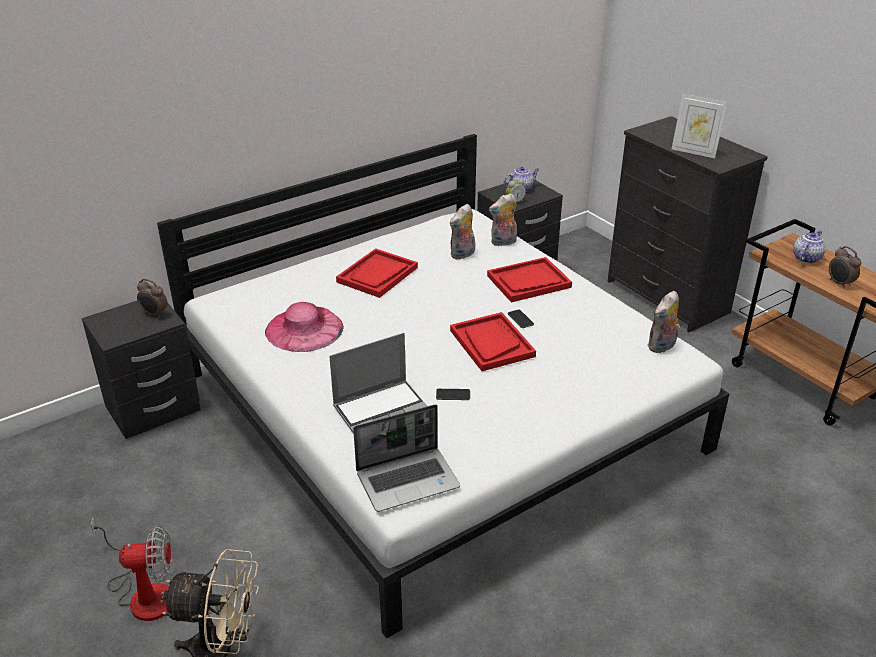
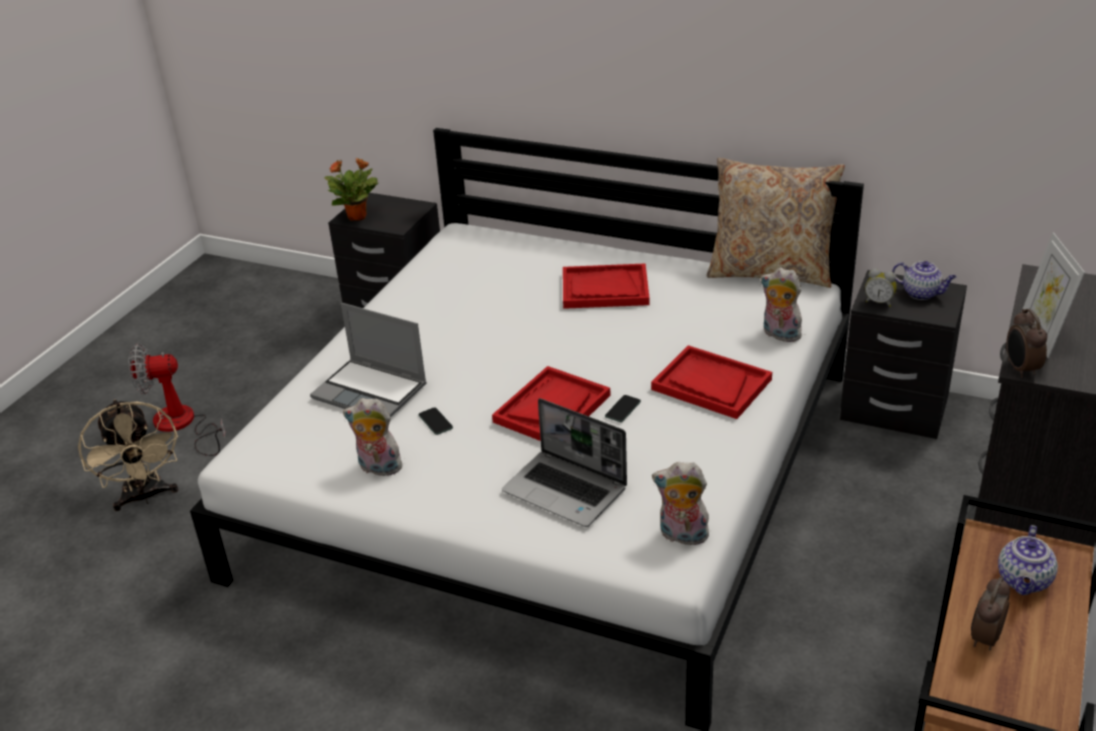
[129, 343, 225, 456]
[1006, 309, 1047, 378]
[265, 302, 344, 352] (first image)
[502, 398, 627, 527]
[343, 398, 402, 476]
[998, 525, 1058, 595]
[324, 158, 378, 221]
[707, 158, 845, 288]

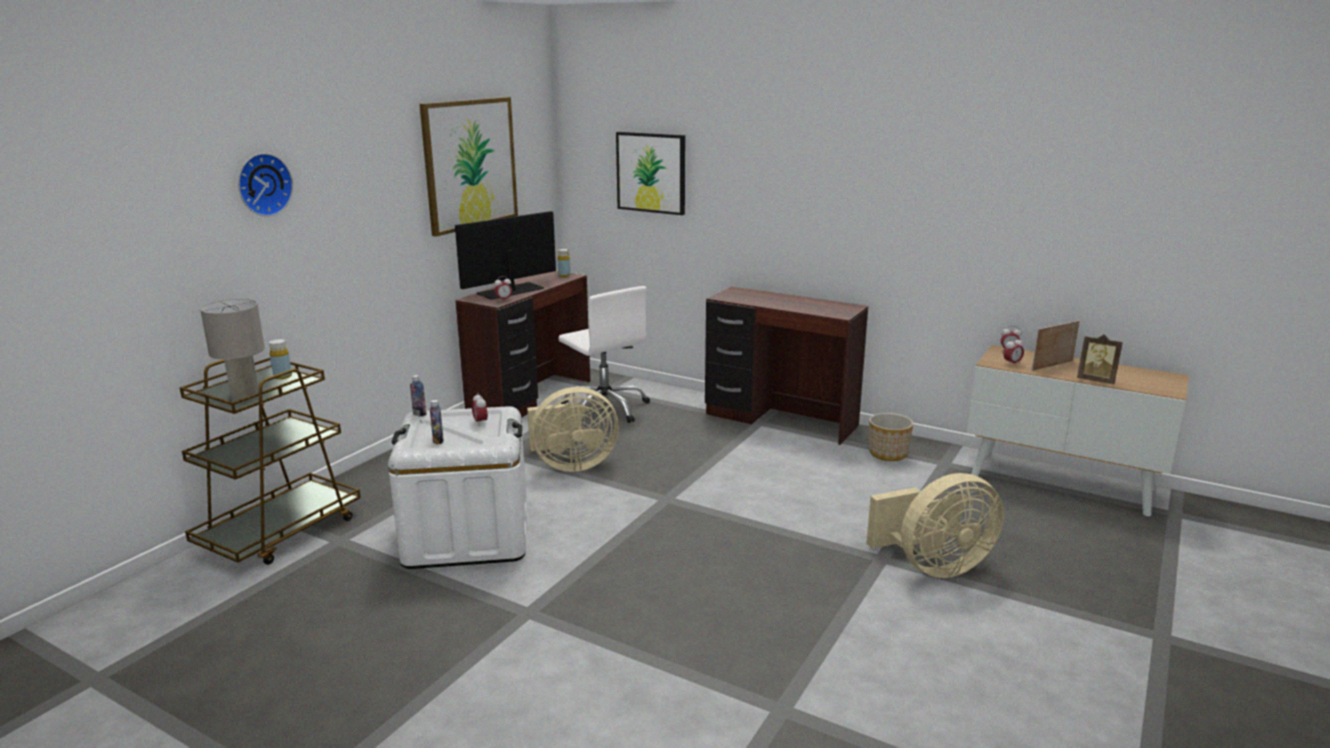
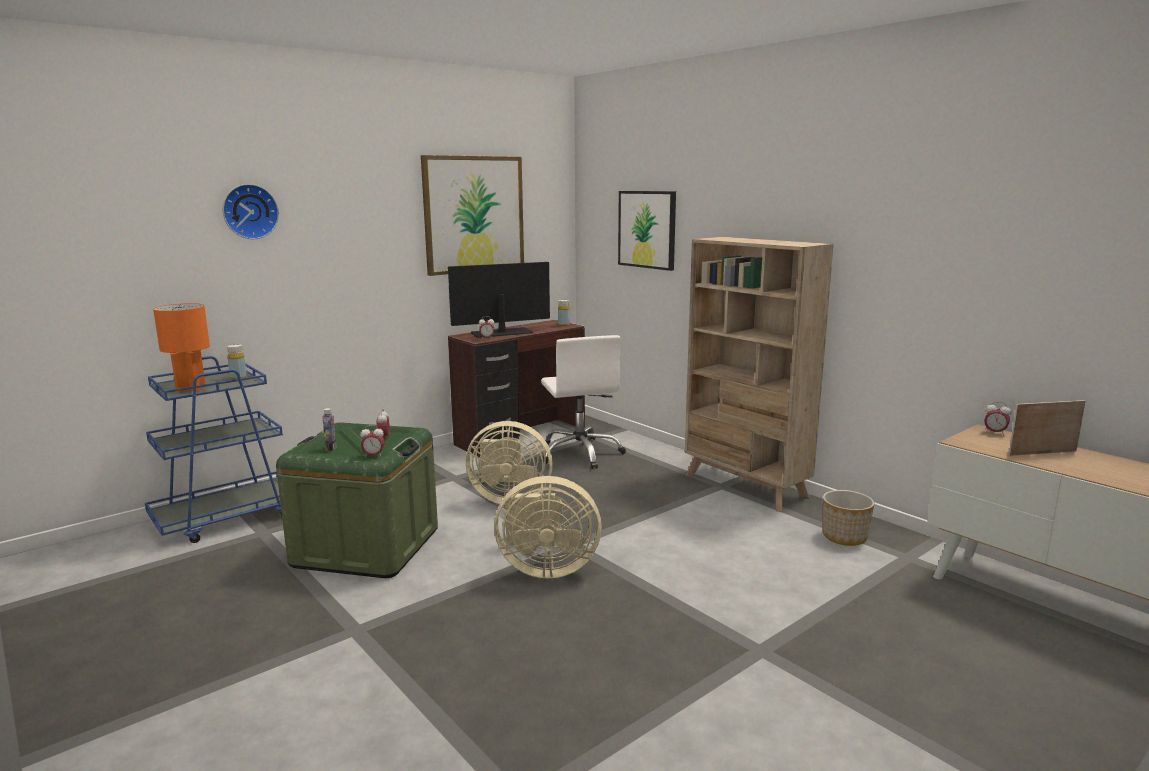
[145, 356, 283, 543]
[153, 303, 210, 393]
[276, 422, 438, 578]
[410, 375, 426, 416] (first image)
[685, 237, 833, 512]
[494, 476, 602, 579]
[360, 425, 385, 458]
[1077, 334, 1123, 384] (first image)

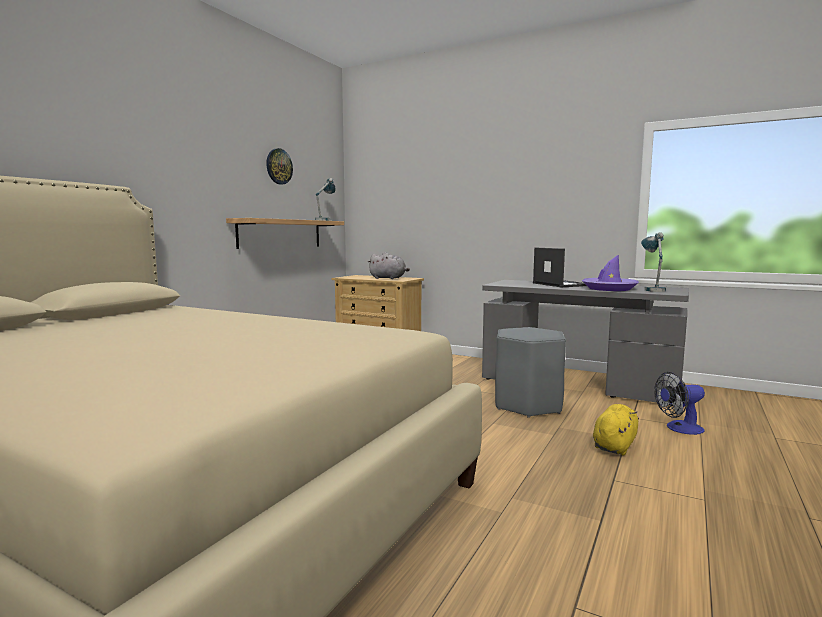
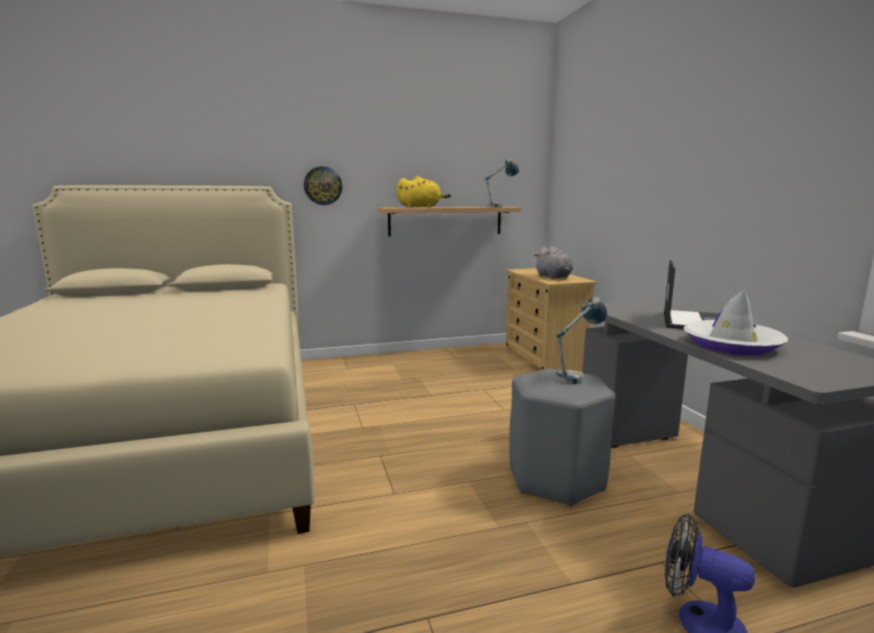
[304, 166, 342, 205]
[683, 290, 788, 355]
[396, 176, 451, 208]
[556, 297, 607, 384]

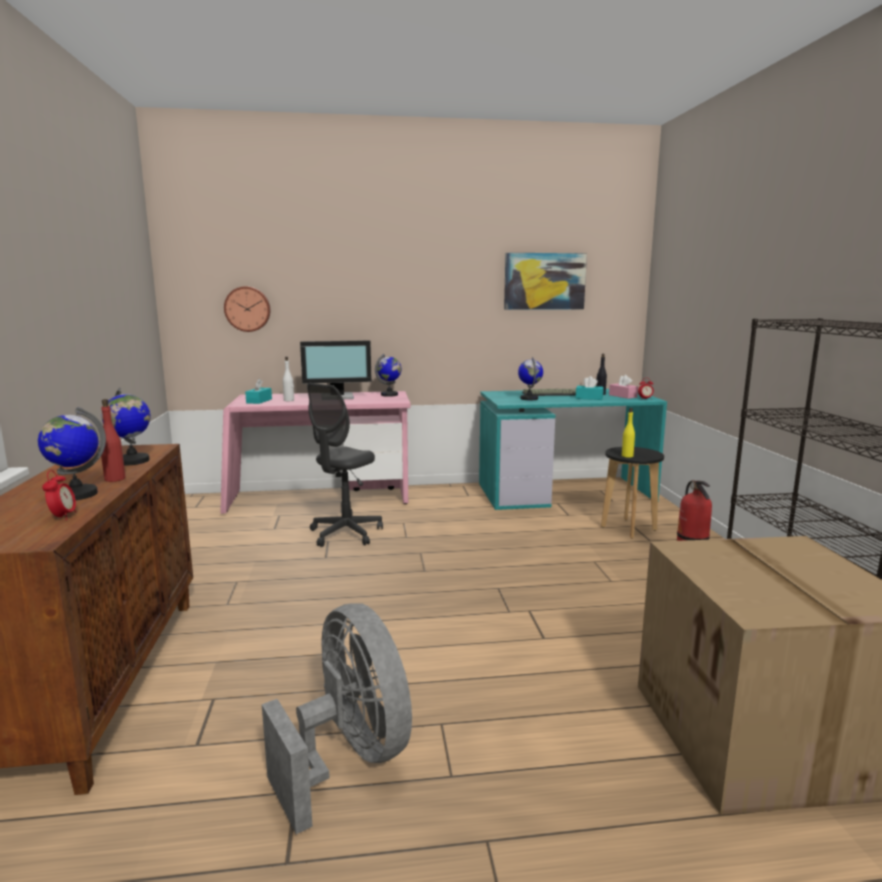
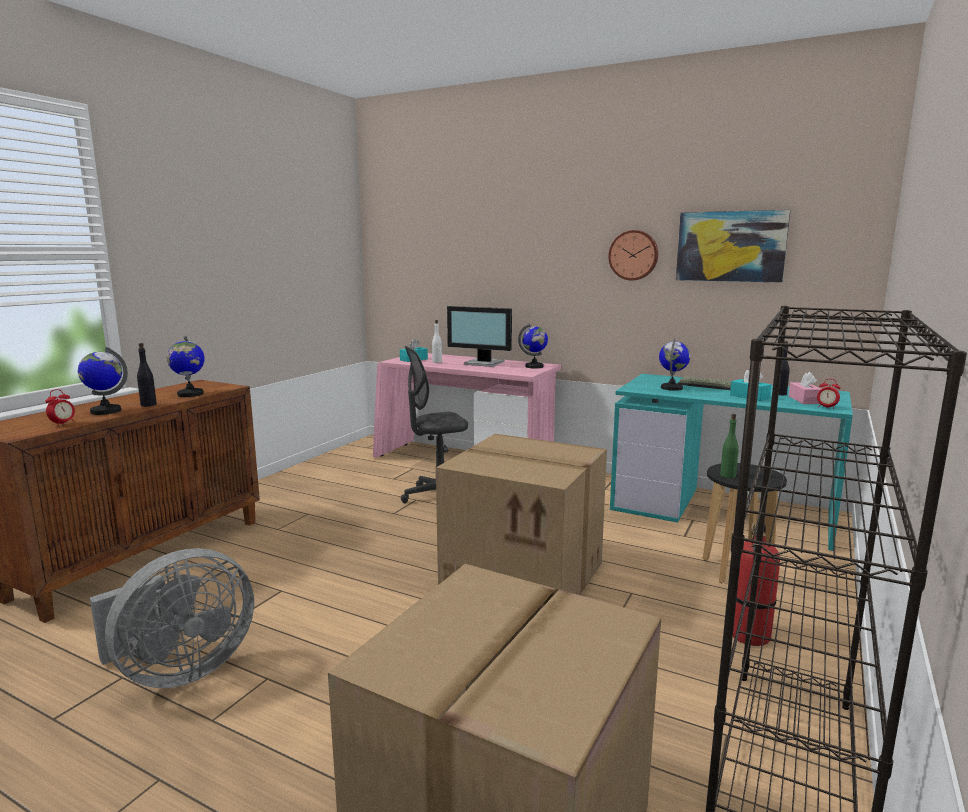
[137, 343, 157, 407]
[608, 230, 658, 280]
[90, 548, 254, 688]
[720, 414, 739, 478]
[436, 434, 607, 595]

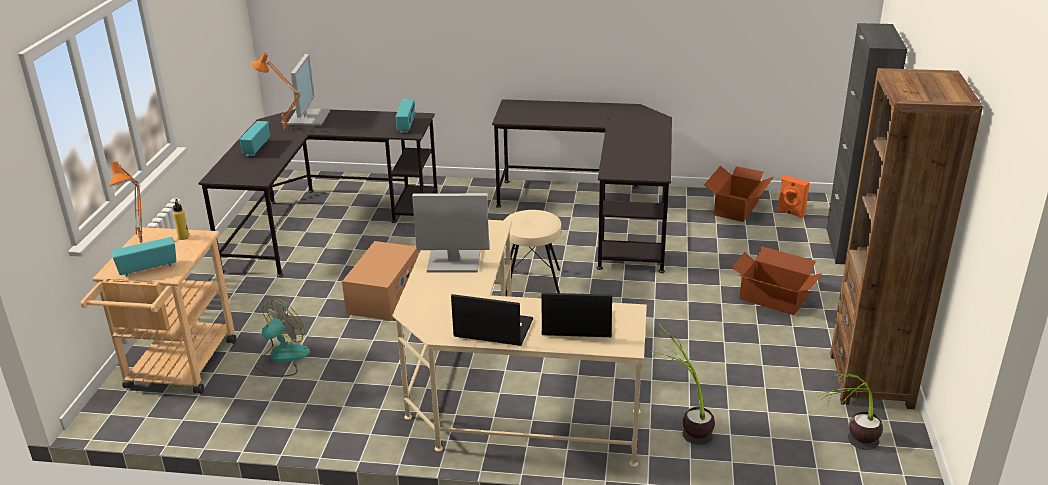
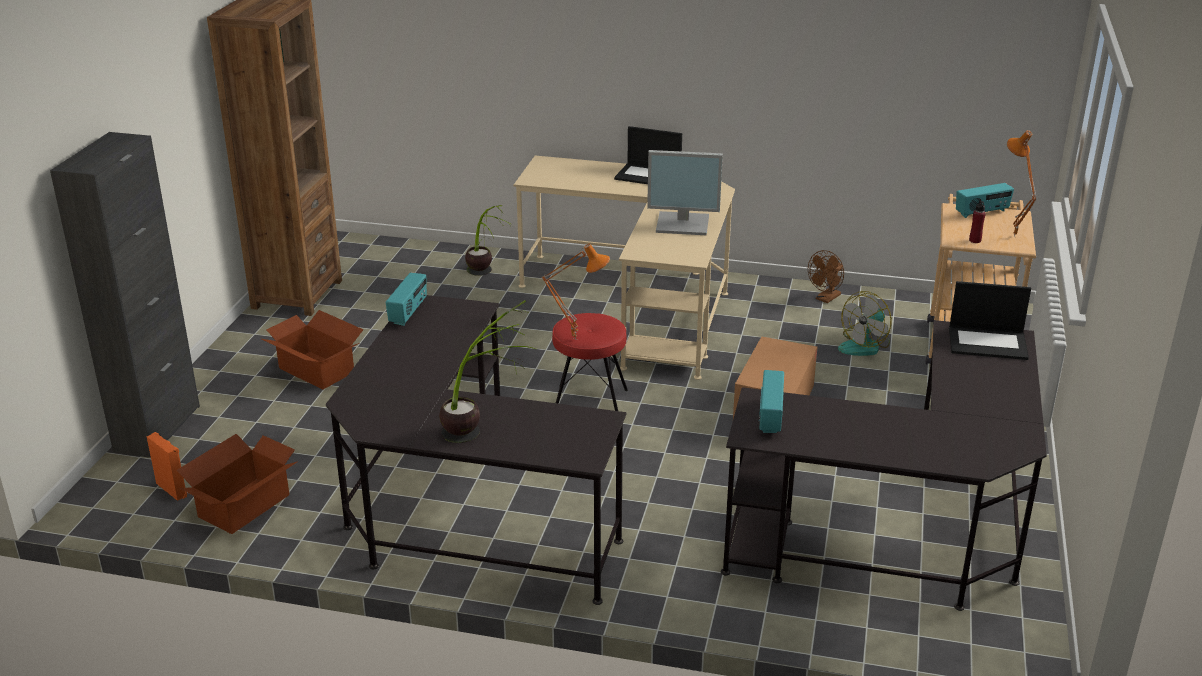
[969, 199, 986, 243]
[386, 273, 427, 326]
[541, 244, 610, 340]
[287, 54, 330, 126] (first image)
[552, 313, 628, 411]
[949, 281, 1031, 360]
[439, 300, 536, 443]
[808, 250, 844, 303]

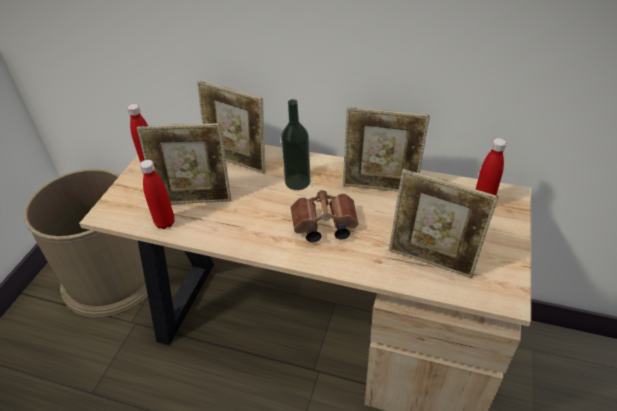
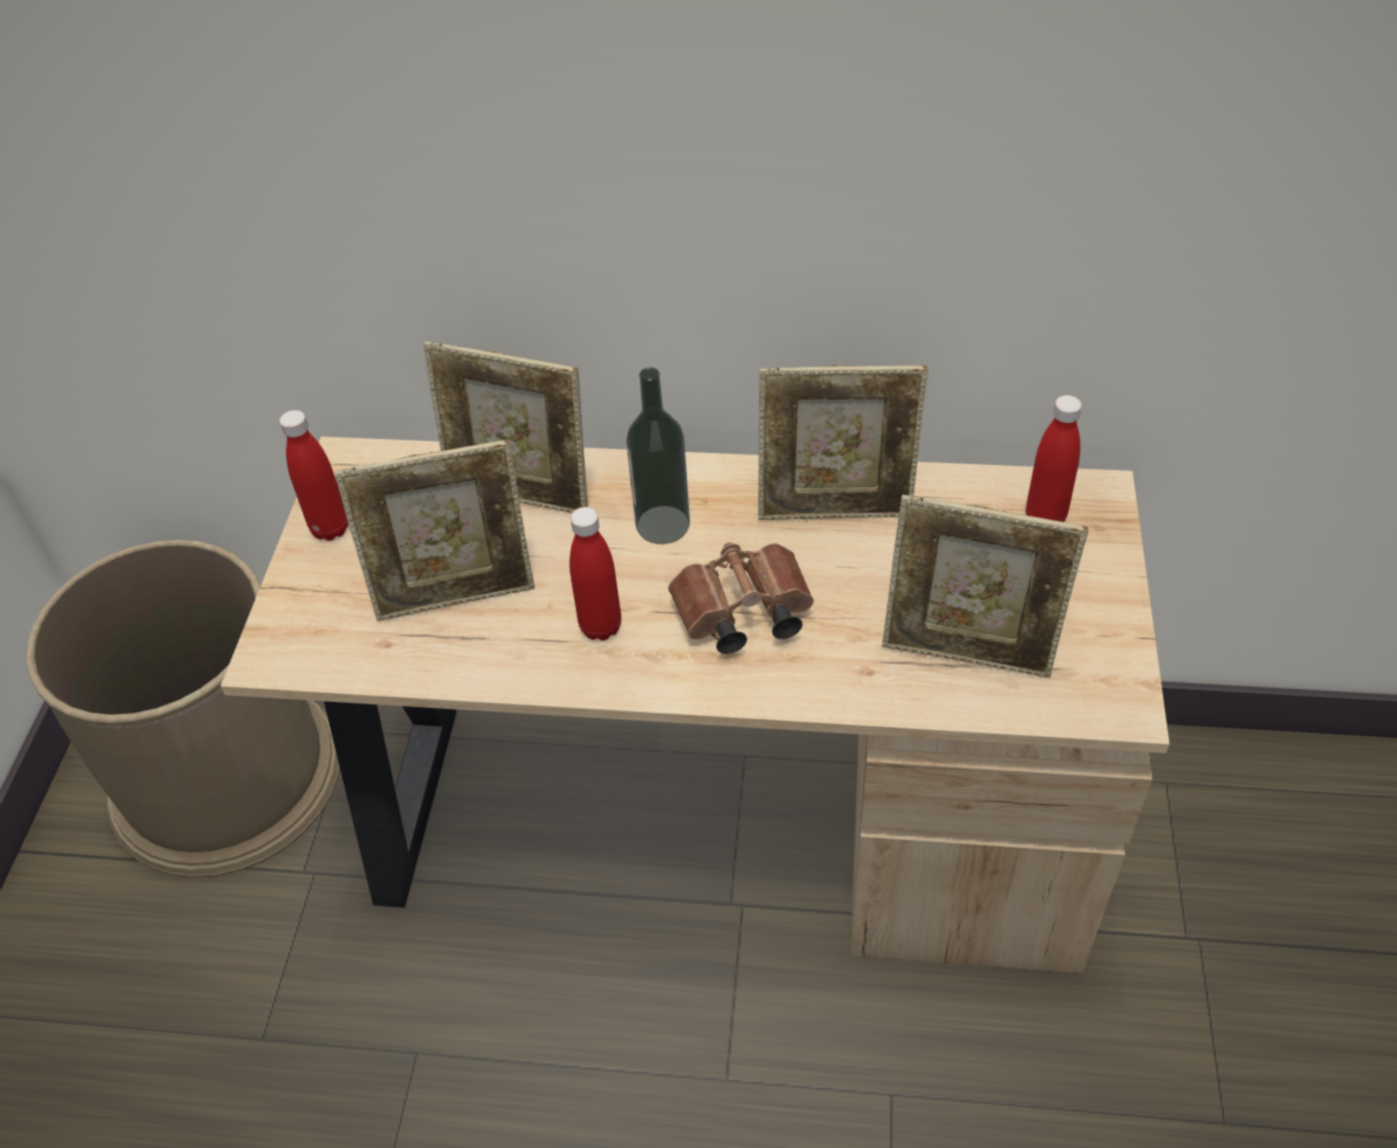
[570, 507, 621, 641]

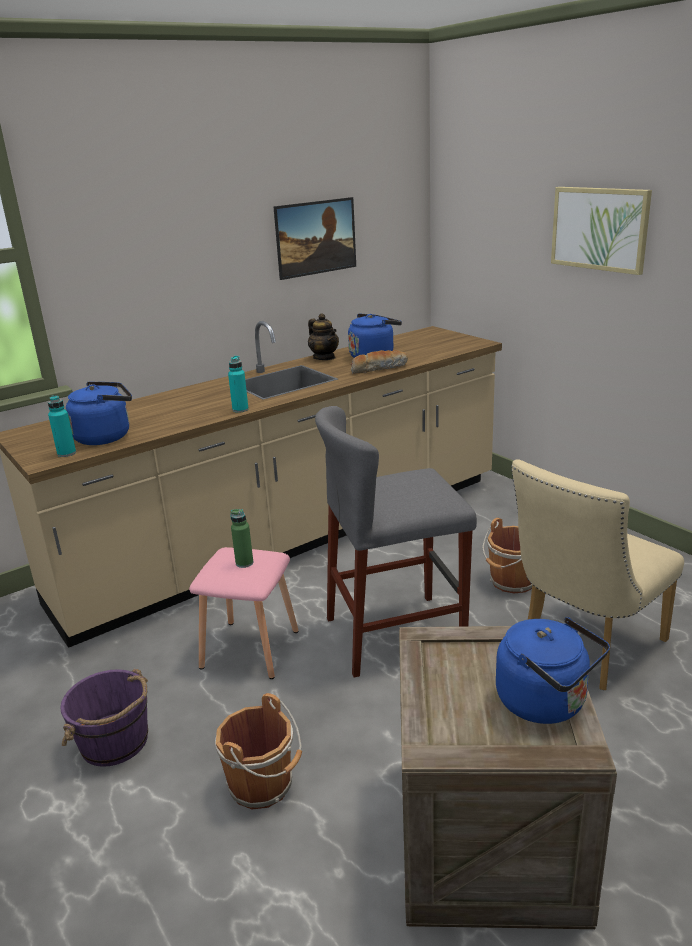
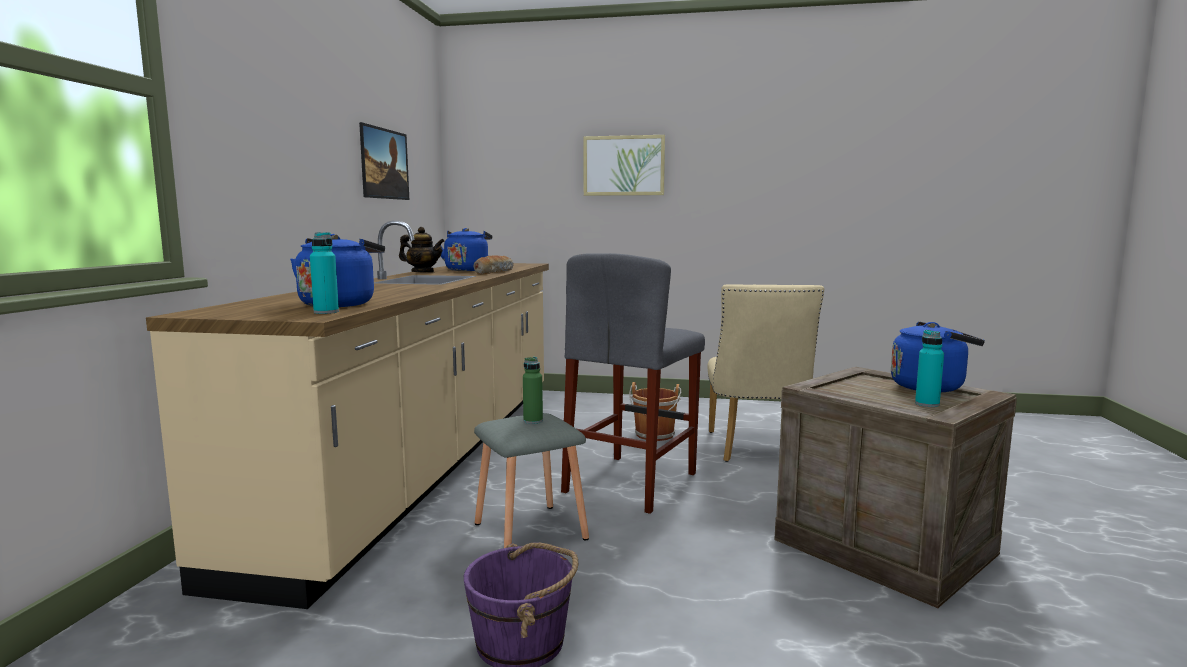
[474, 413, 589, 548]
[215, 693, 302, 809] (first image)
[915, 330, 944, 407]

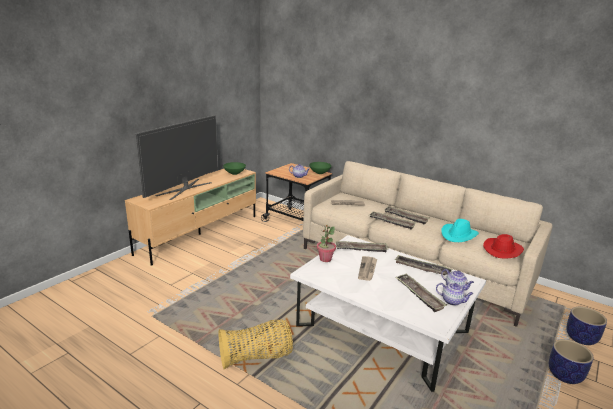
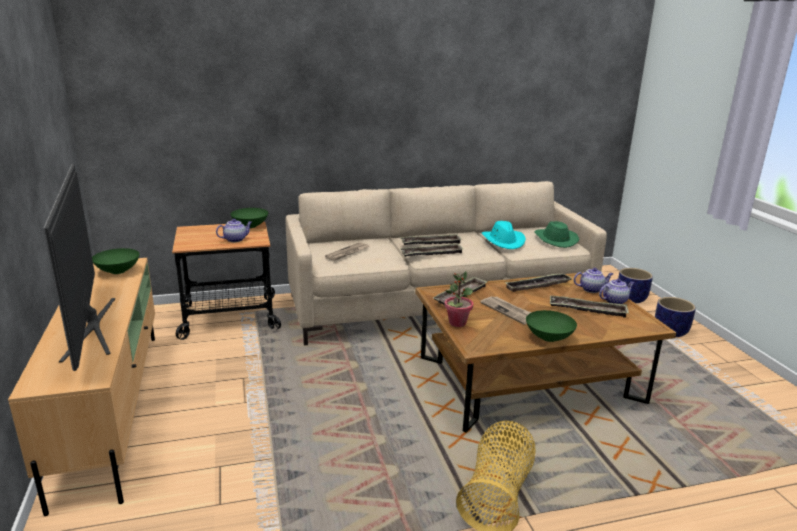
[415, 272, 676, 433]
[534, 221, 579, 248]
[526, 310, 577, 342]

